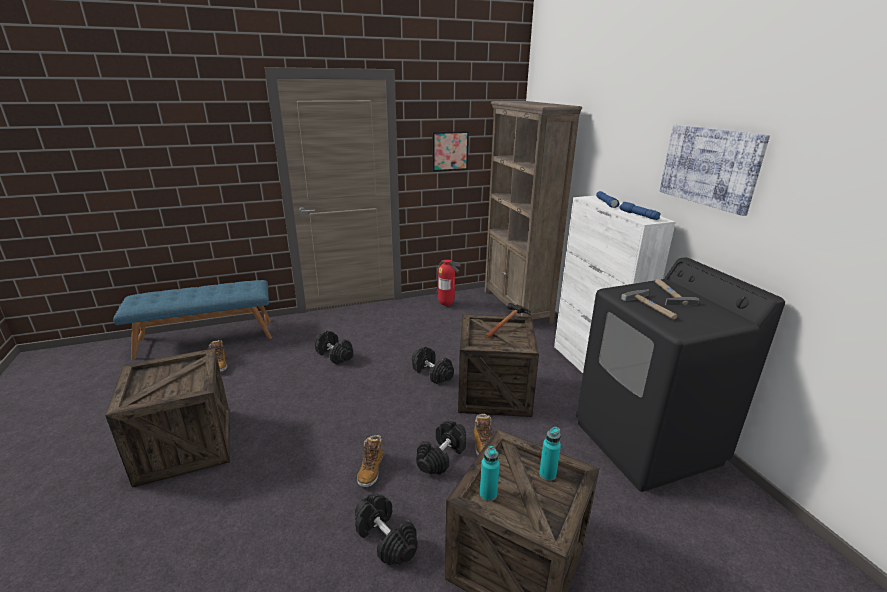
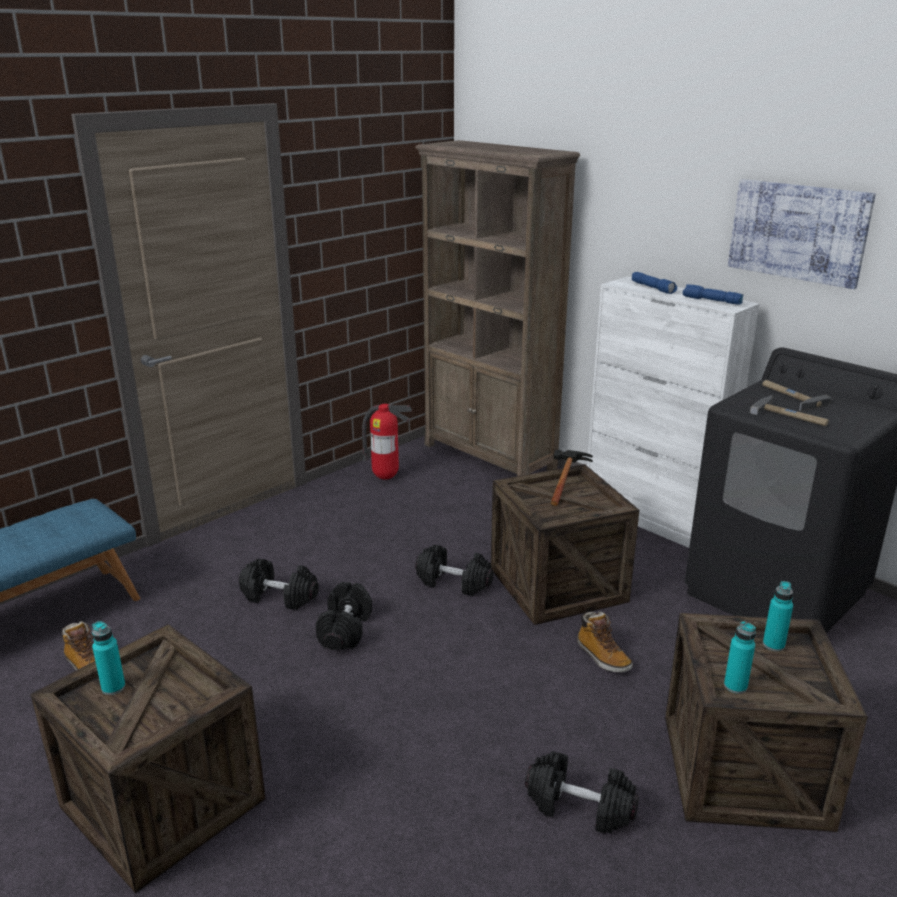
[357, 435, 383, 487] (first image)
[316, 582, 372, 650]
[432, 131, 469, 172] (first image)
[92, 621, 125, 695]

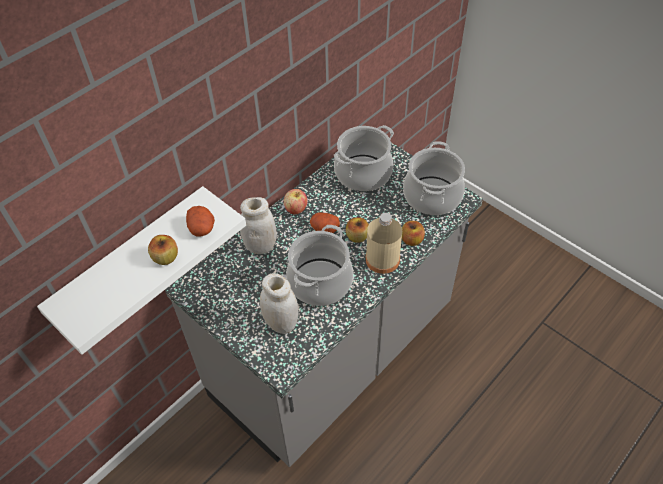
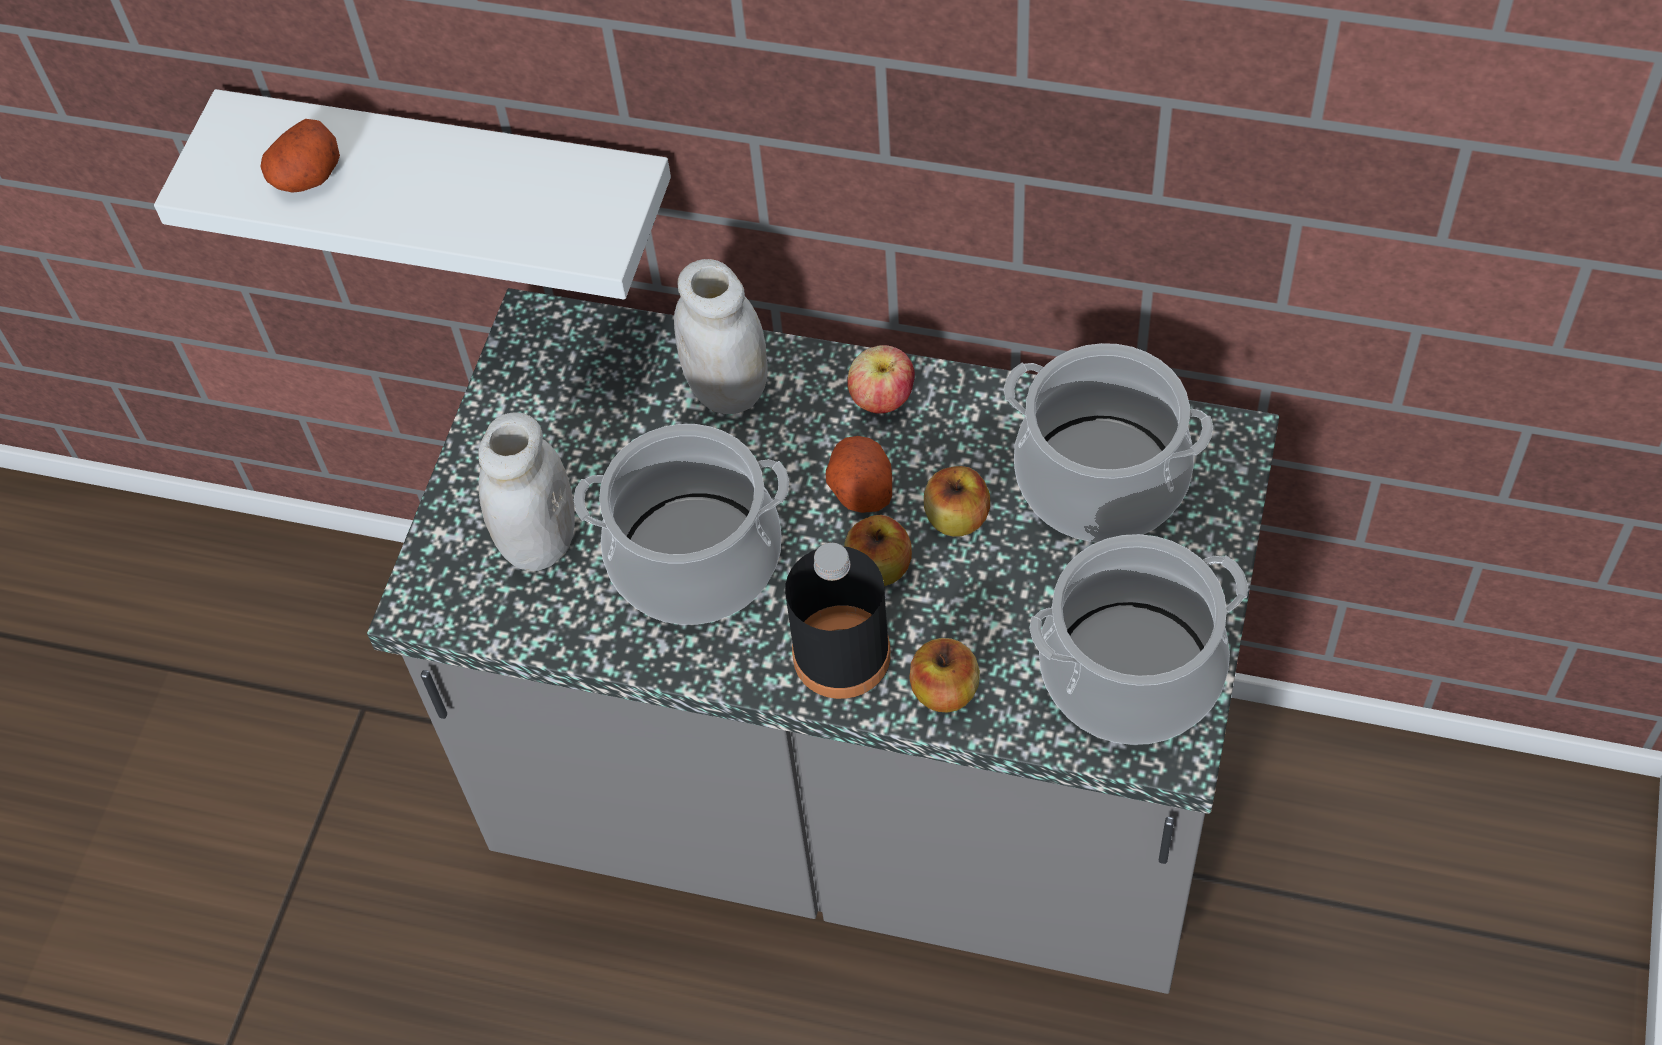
[924, 466, 990, 537]
[260, 119, 340, 193]
[785, 543, 891, 699]

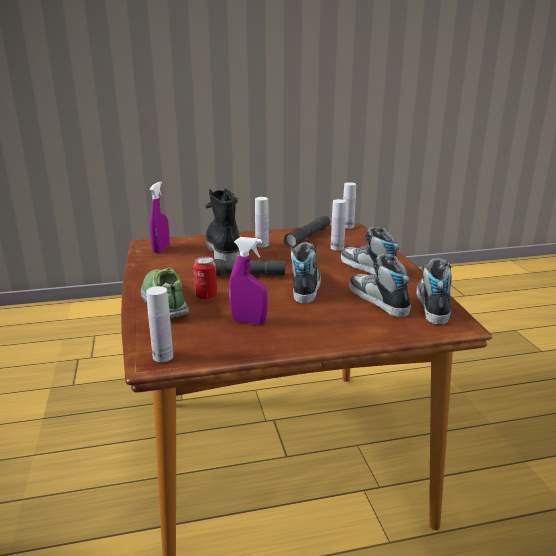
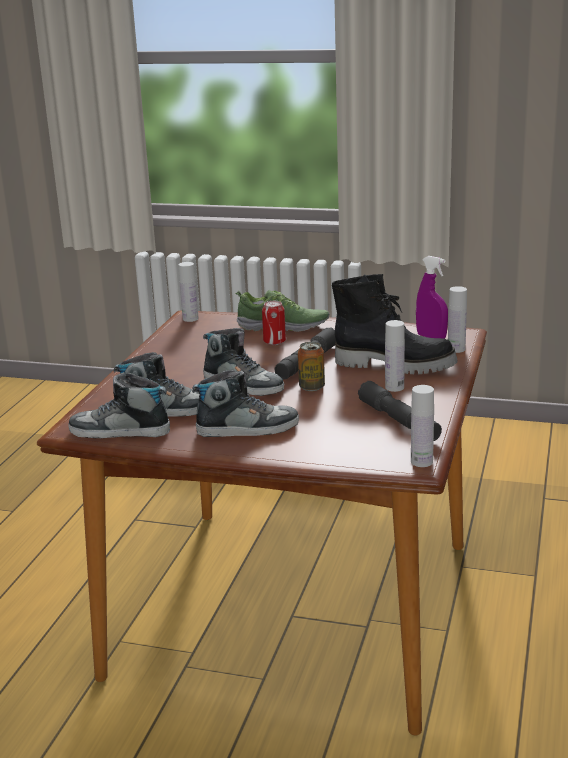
[229, 237, 268, 324] (first image)
[448, 286, 467, 353]
[69, 372, 170, 438]
[298, 342, 325, 391]

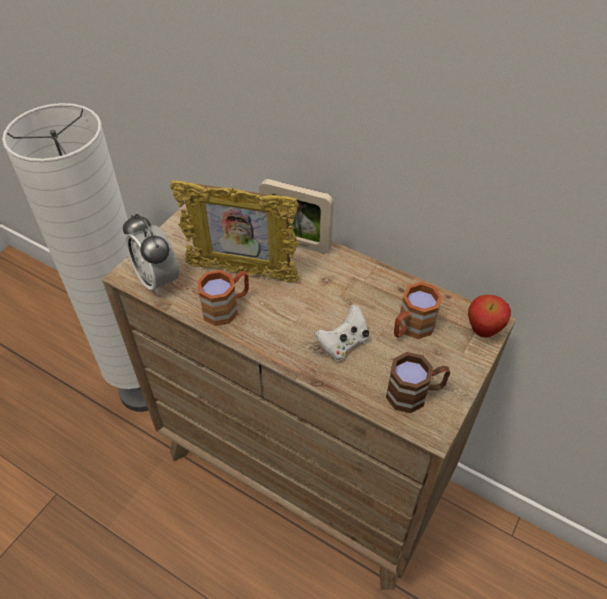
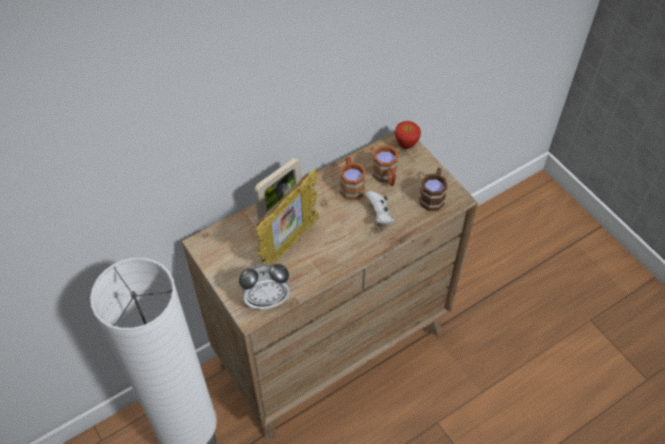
[340, 157, 366, 201]

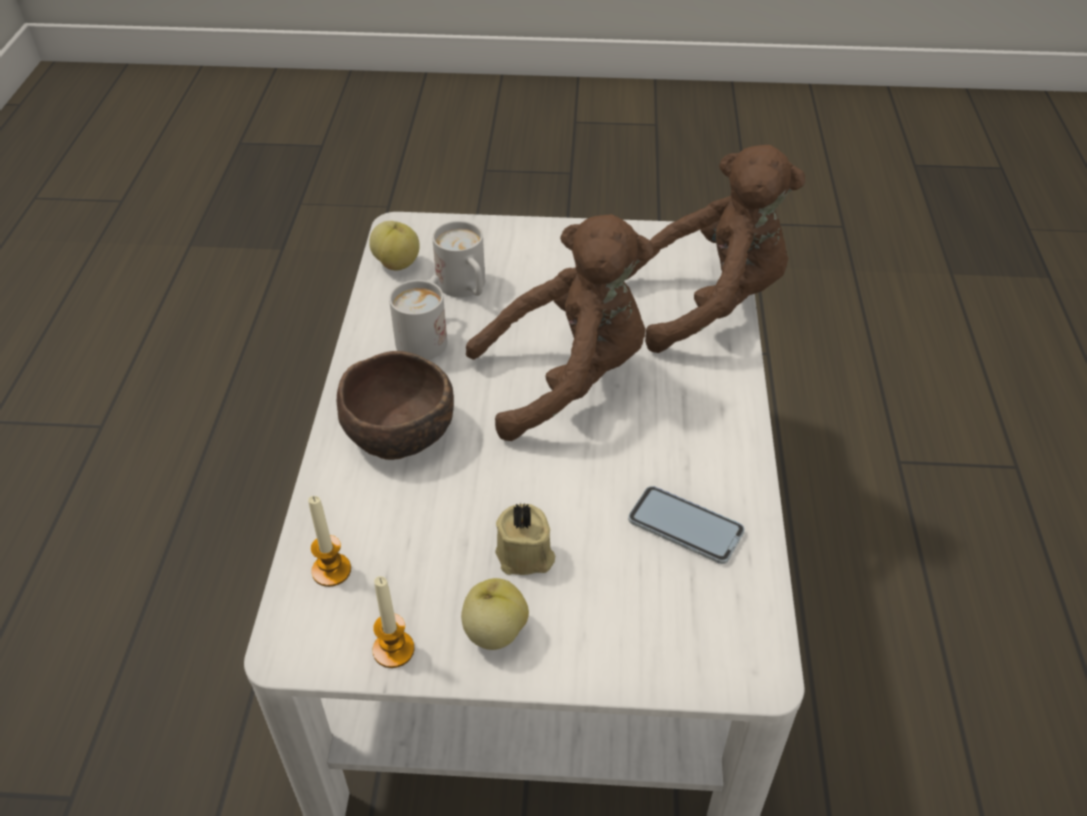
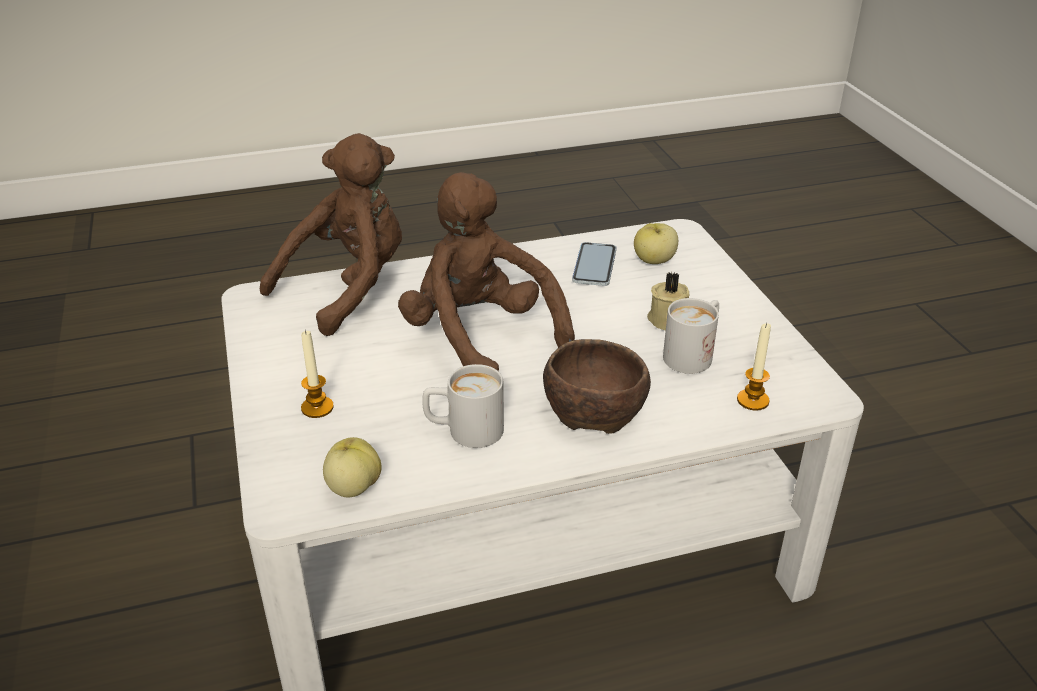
[301, 330, 334, 418]
[663, 298, 719, 374]
[634, 223, 678, 264]
[260, 133, 402, 336]

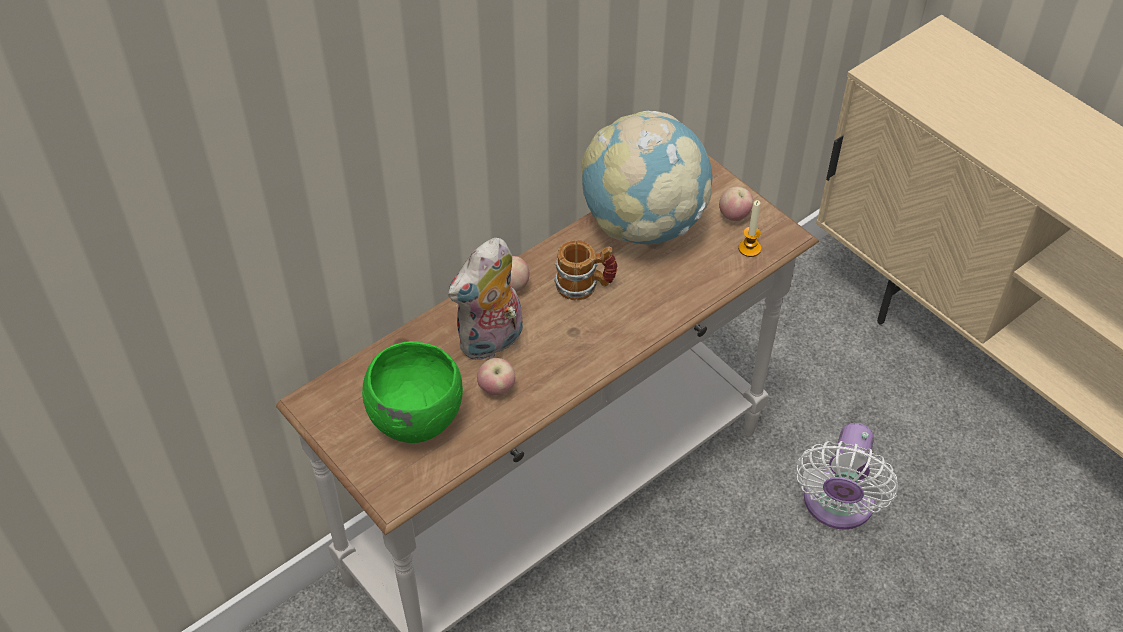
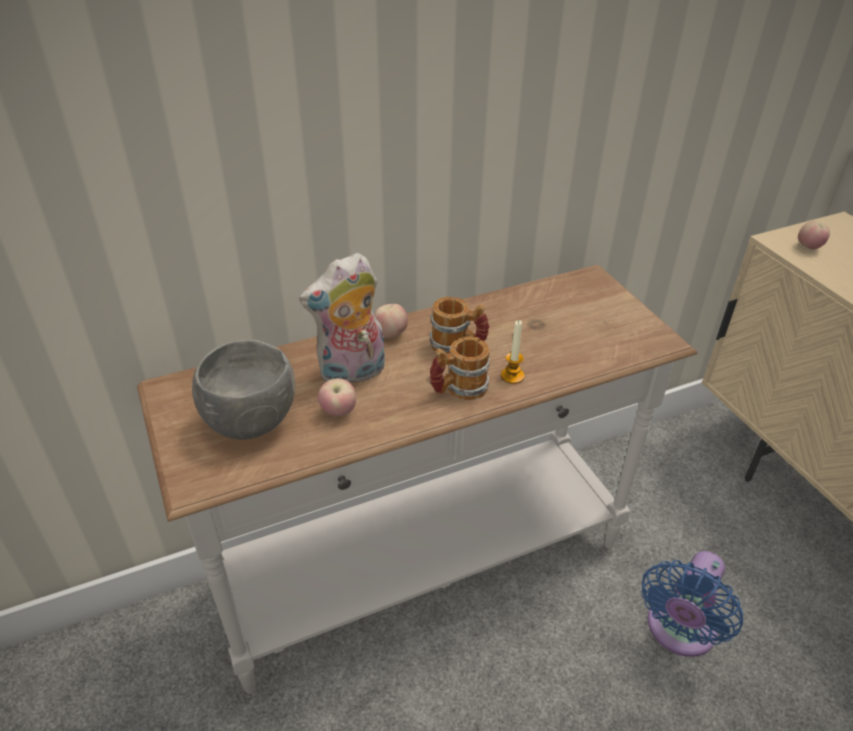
[192, 340, 295, 440]
[581, 111, 712, 244] (first image)
[798, 221, 830, 250]
[501, 320, 524, 384]
[641, 551, 743, 657]
[430, 336, 490, 400]

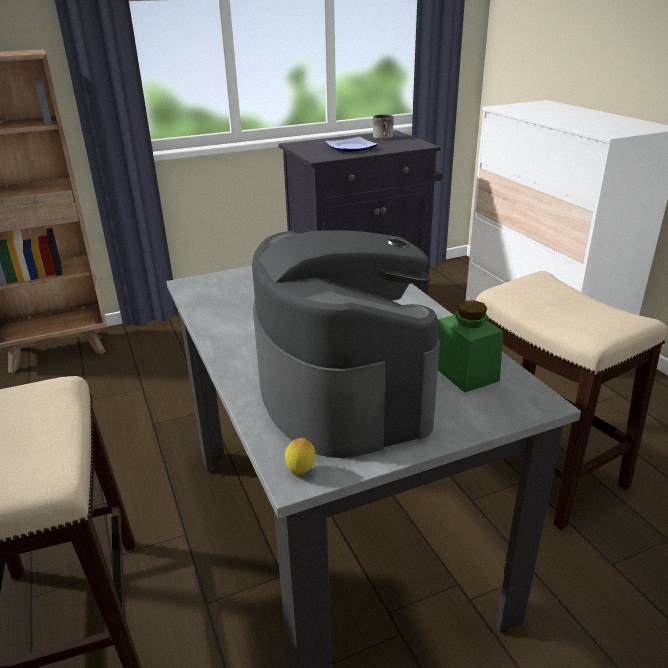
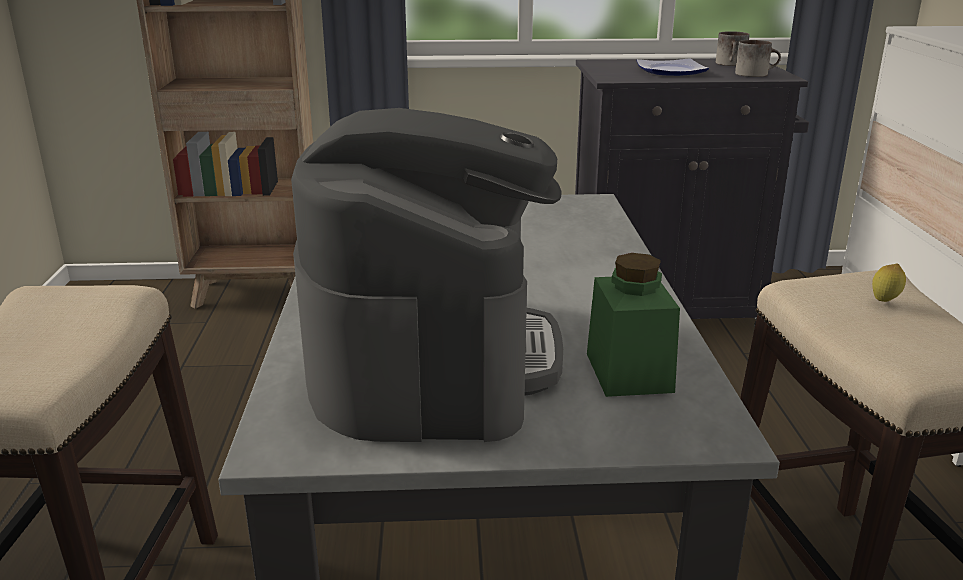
[872, 264, 906, 302]
[735, 40, 781, 77]

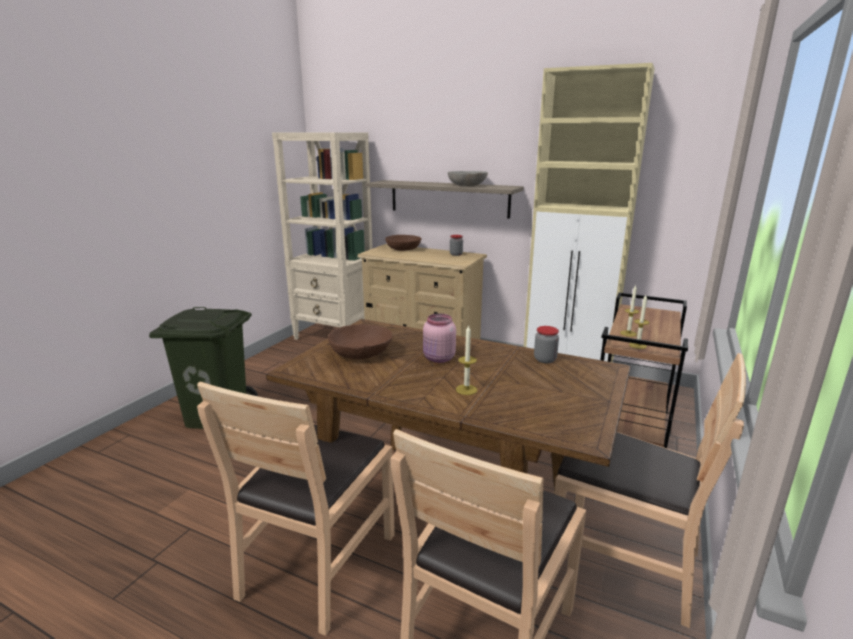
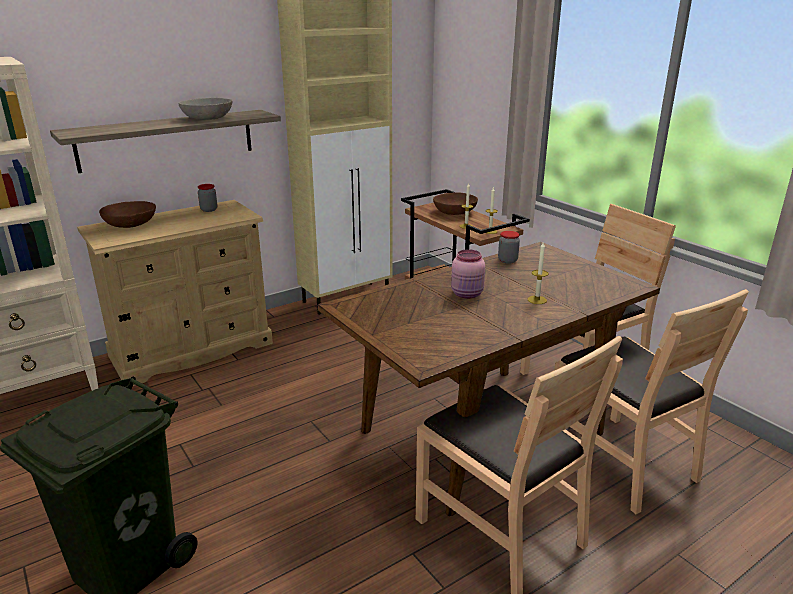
[433, 192, 478, 215]

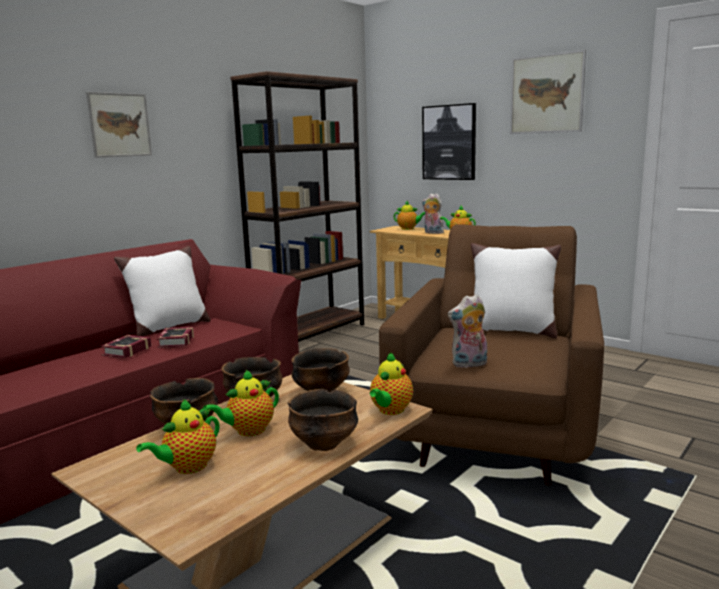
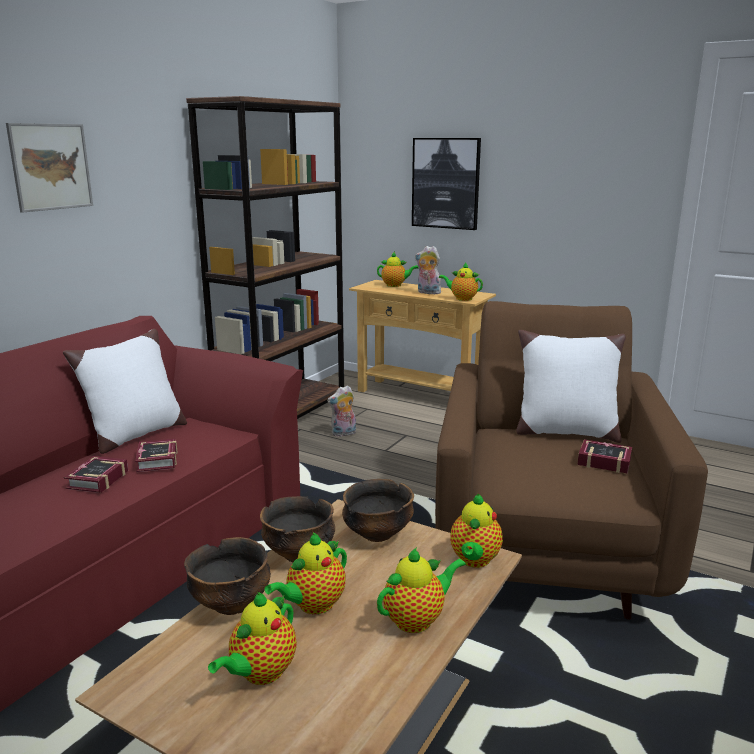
[377, 547, 466, 633]
[327, 385, 356, 437]
[510, 50, 586, 134] (first image)
[577, 439, 632, 474]

